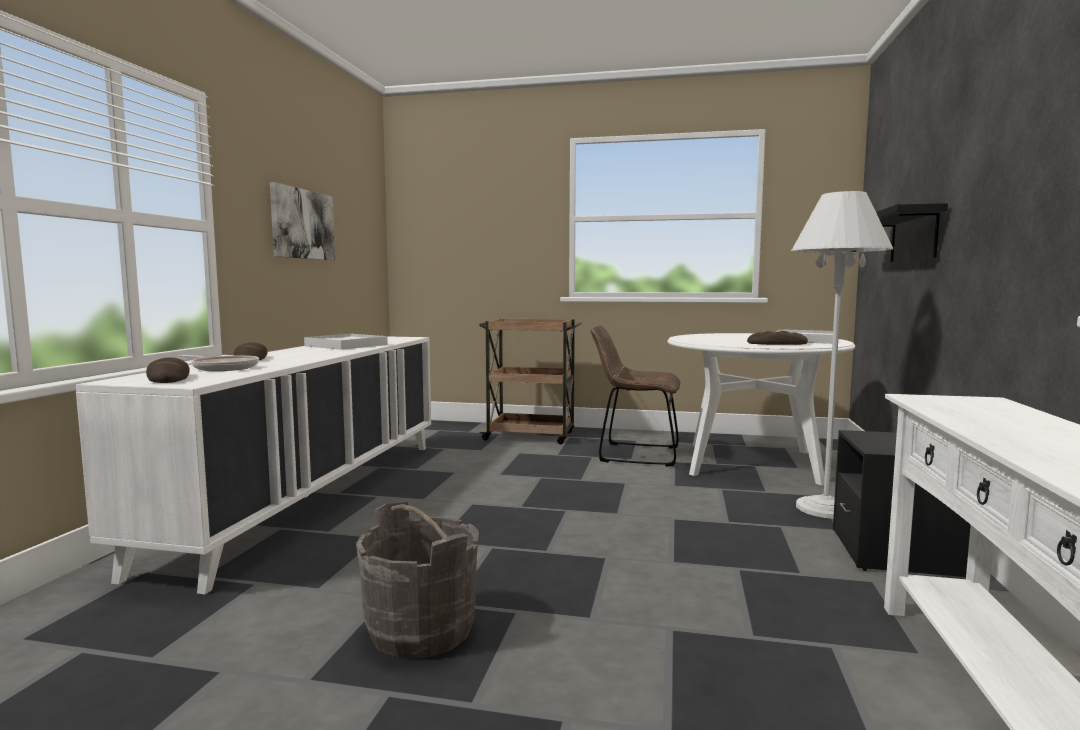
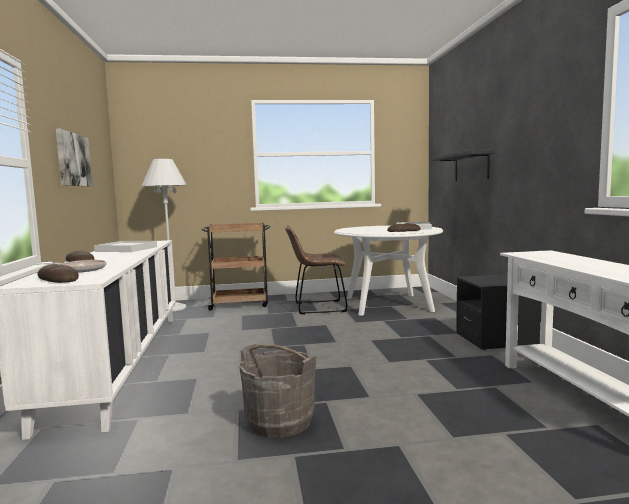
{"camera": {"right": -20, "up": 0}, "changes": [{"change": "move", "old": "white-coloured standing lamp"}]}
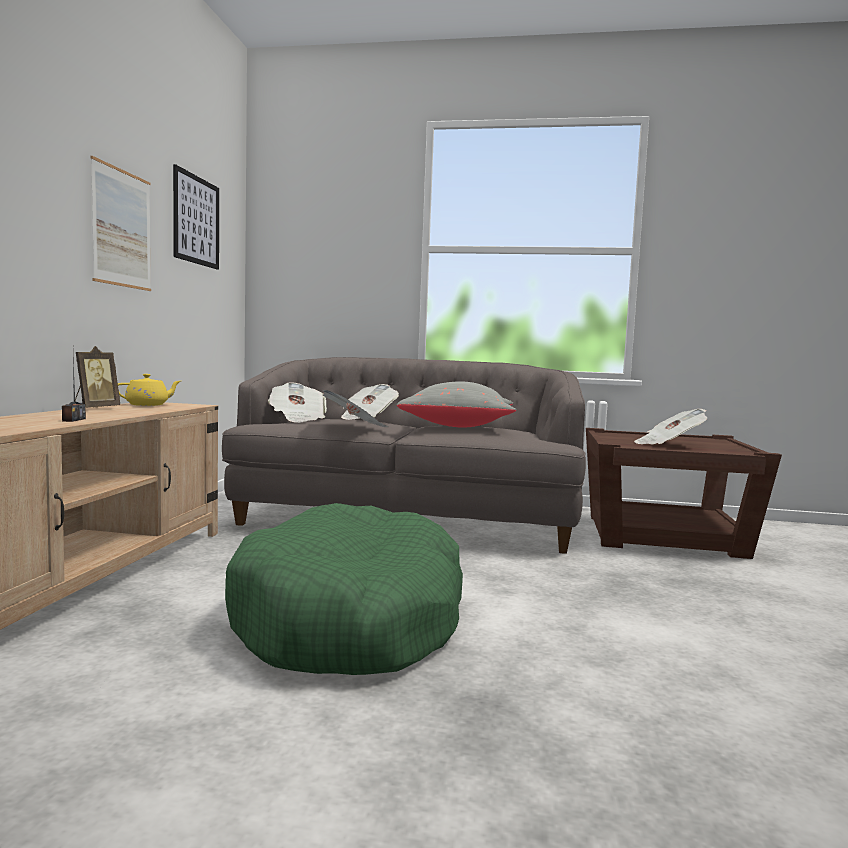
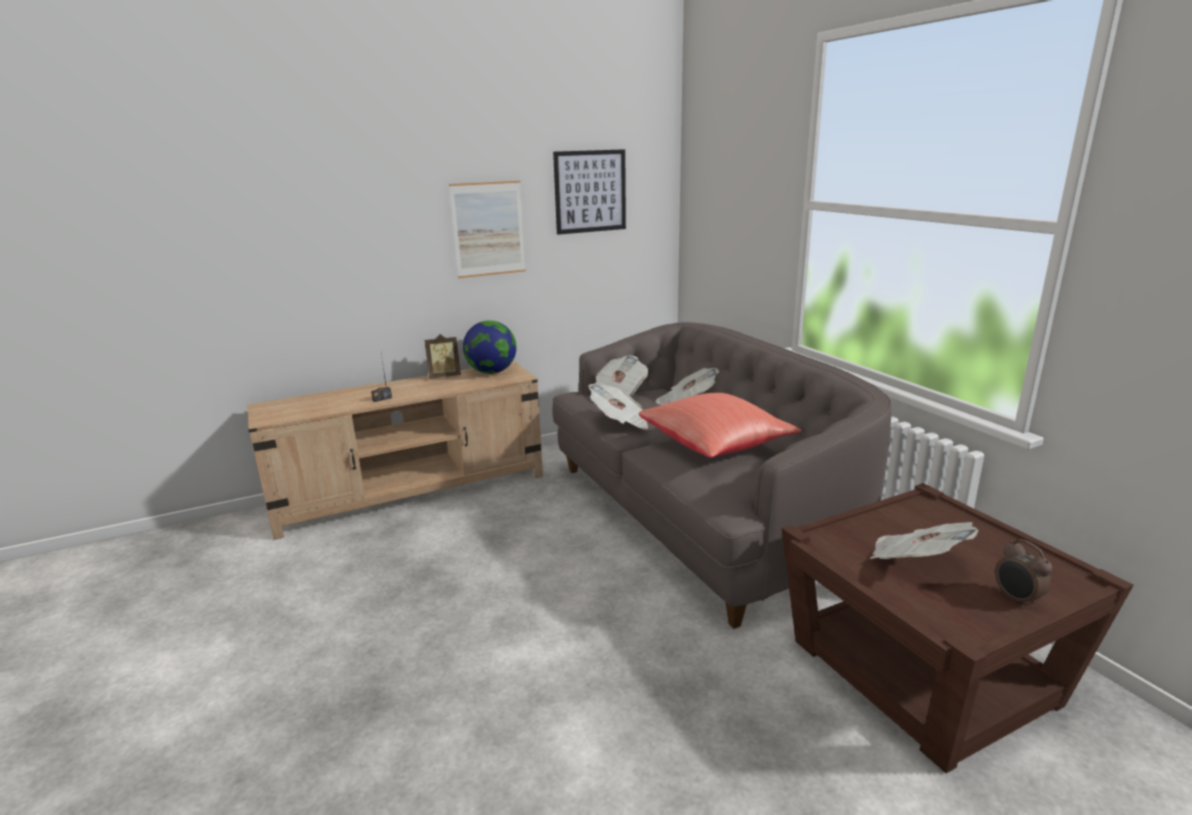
{"camera": {"right": 55, "up": 15}, "changes": [{"change": "delete", "old": "greenish dog cushion"}, {"change": "insert", "new": "bedside clock"}, {"change": "replace", "old": "yellow teapot", "new": "globe"}, {"change": "recolor", "old": "greyish throw pillow", "new": "reddish throw pillow"}]}
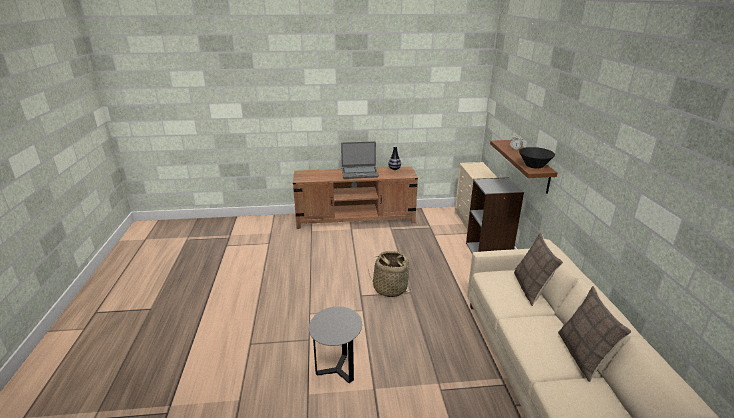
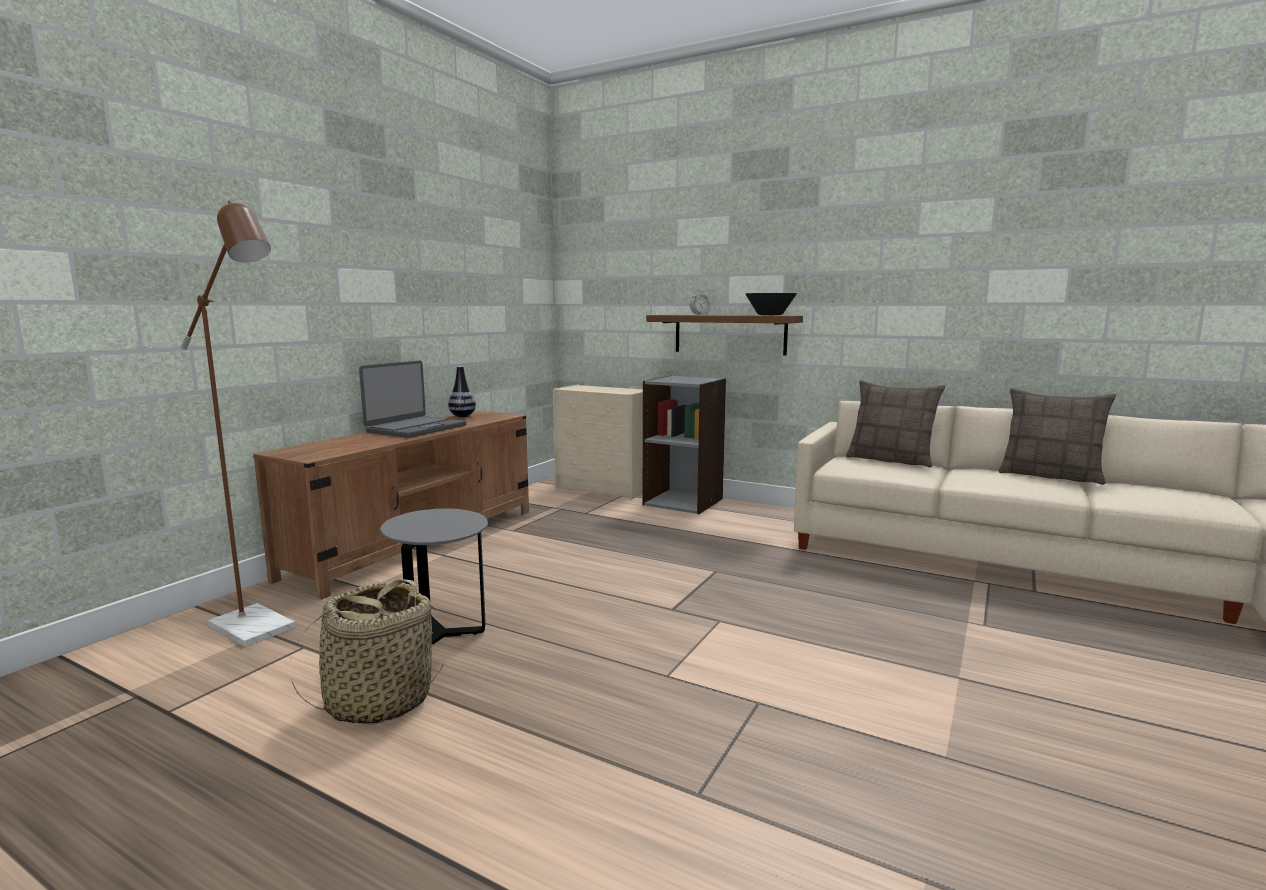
{"camera": {"right": -55, "up": -15}, "changes": [{"change": "insert", "new": "brown-coloured standing lamp"}, {"change": "move", "old": "greyish side table"}, {"change": "move", "old": "storage basket"}]}
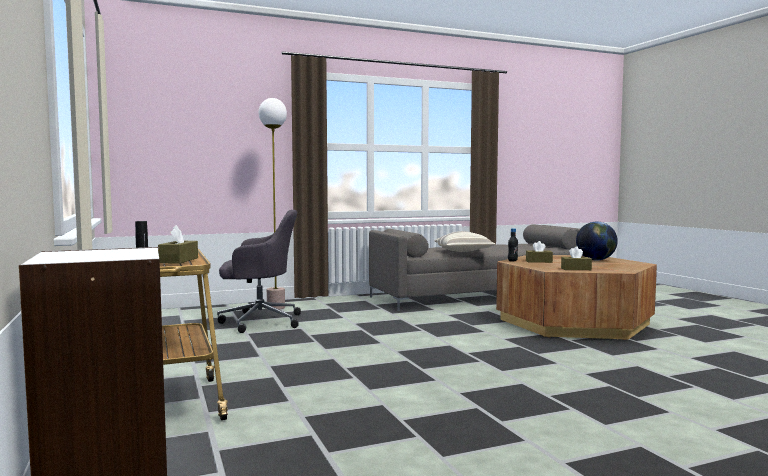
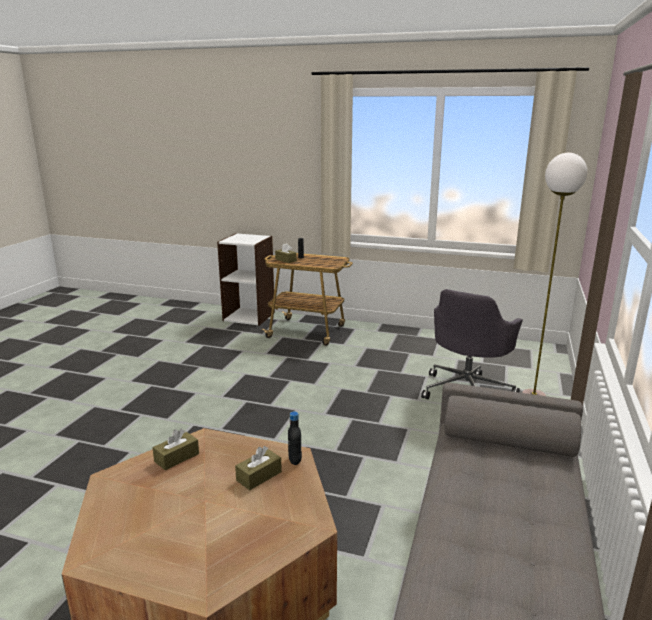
{"camera": {"right": 130, "up": 15}, "changes": [{"change": "delete", "old": "throw pillow"}, {"change": "delete", "old": "globe"}]}
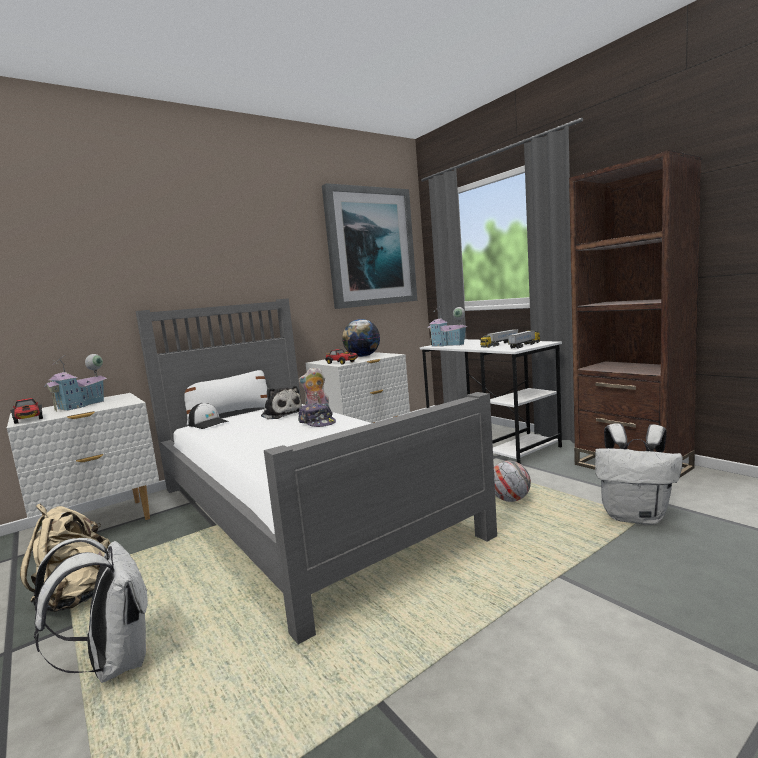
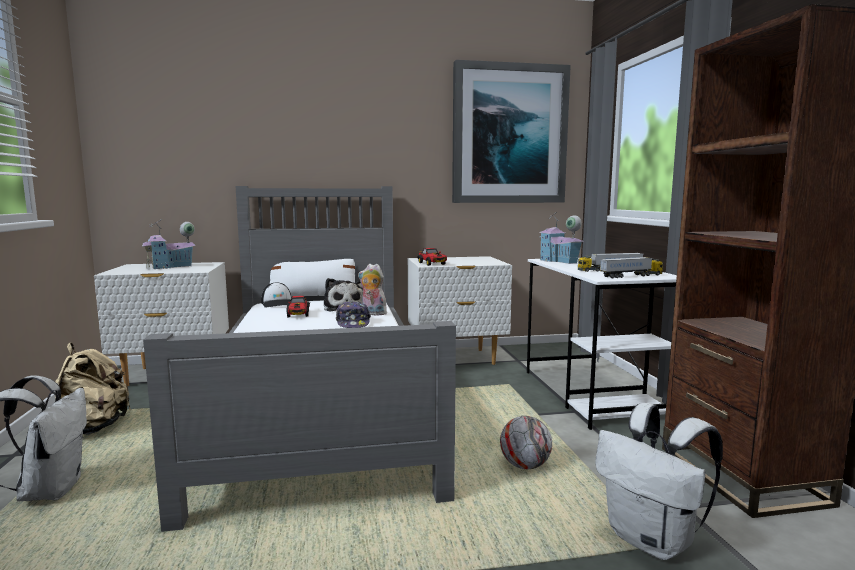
{"camera": {"right": 25, "up": 0}, "changes": [{"change": "delete", "old": "globe"}, {"change": "move", "old": "model car (1st from left)"}]}
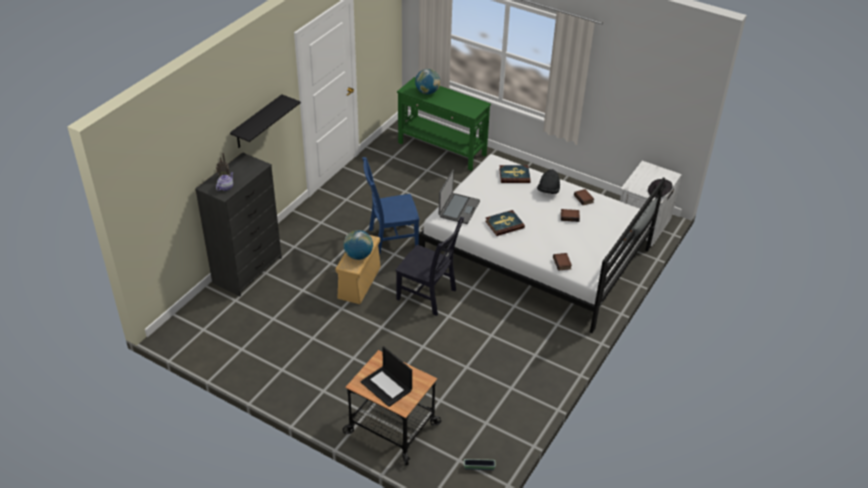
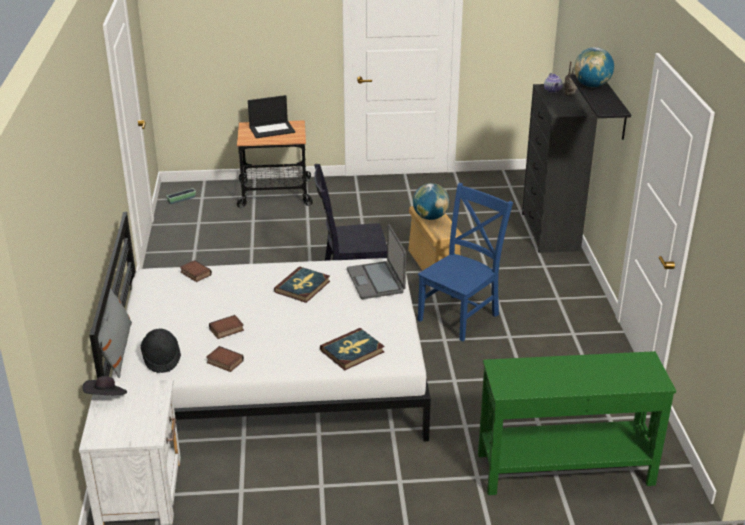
{"camera": {"right": 145, "up": -10}, "changes": [{"change": "move", "old": "globe (2nd from left)"}, {"change": "move", "old": "black-coloured clothing hat (1st from left in the first image)", "new": "black-coloured clothing hat (2nd from left)"}, {"change": "rotate", "old": "notebook computer (1st from left)", "degrees": 150}]}
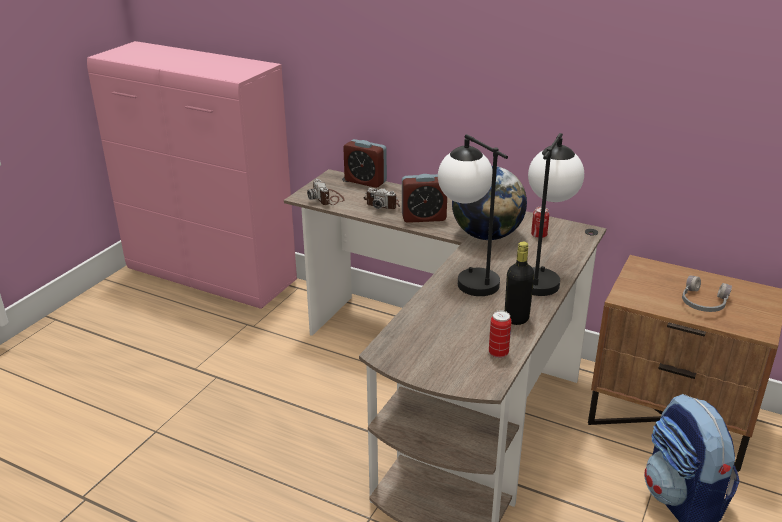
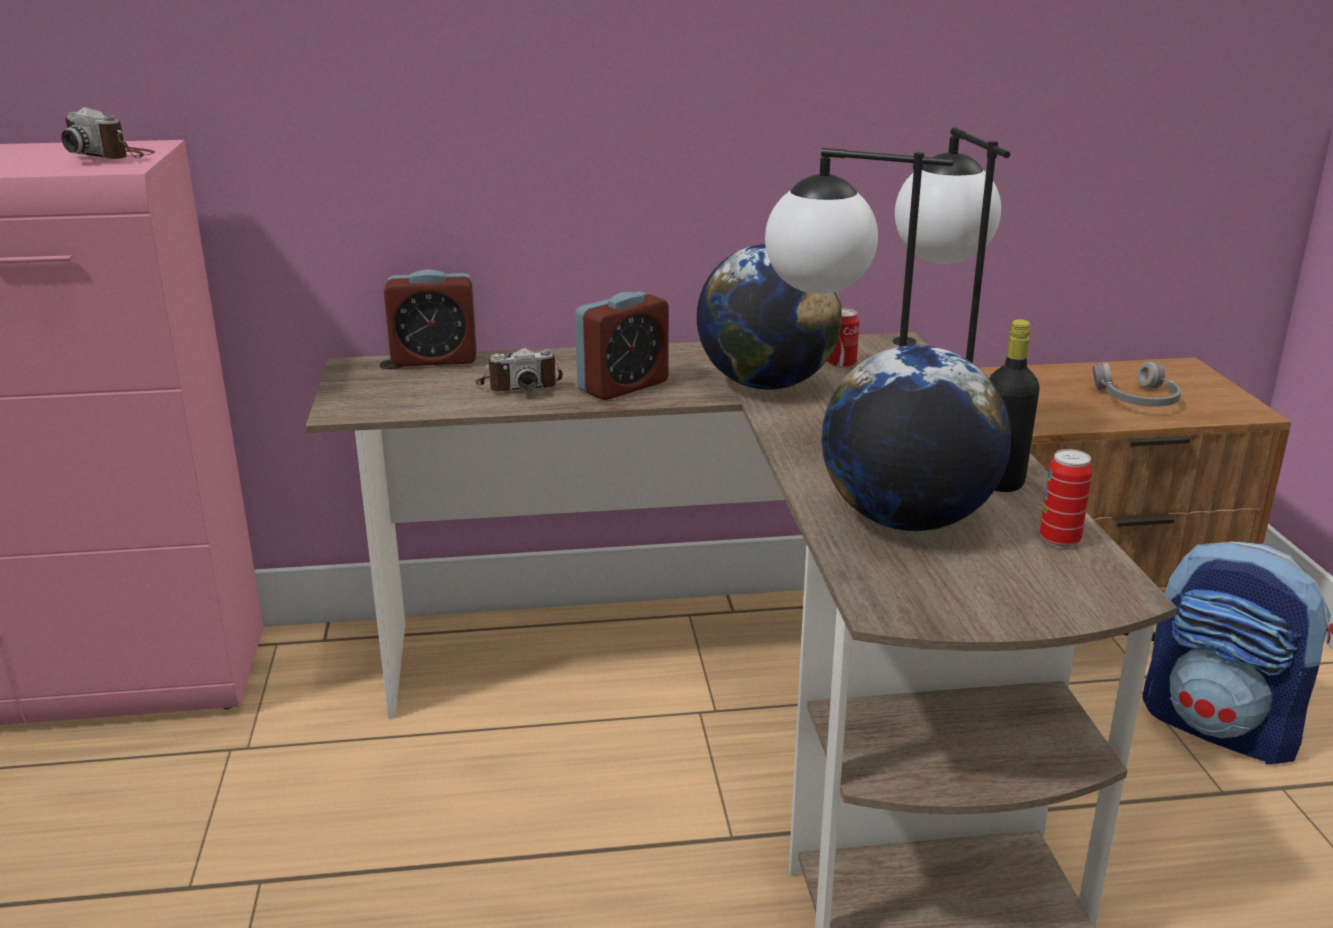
{"camera": {"right": -35, "up": -5}, "changes": [{"change": "insert", "new": "globe (2nd from left)"}, {"change": "move", "old": "photo camera (1st from left)"}]}
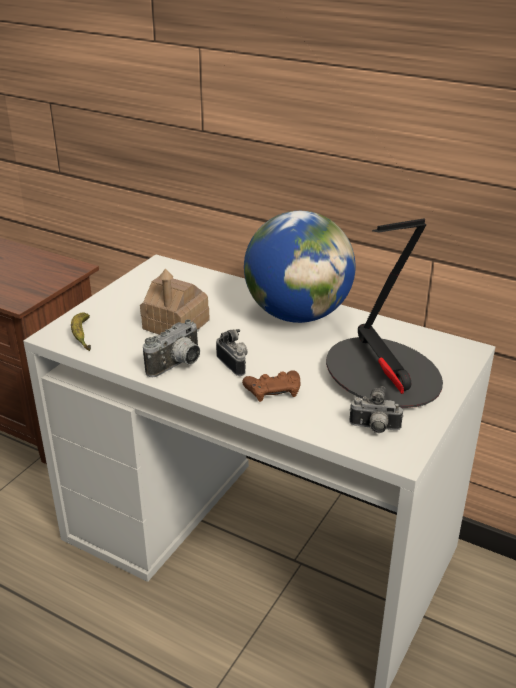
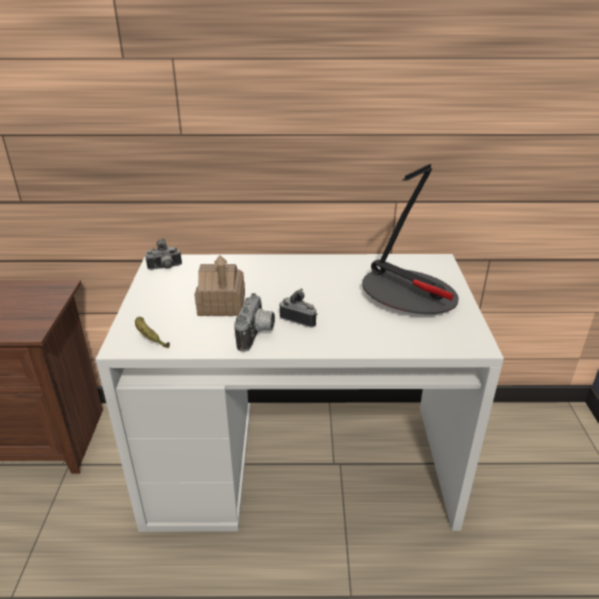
{"camera": {"right": -30, "up": 0}, "changes": [{"change": "delete", "old": "brown-coloured game controller"}, {"change": "delete", "old": "globe"}, {"change": "move", "old": "photo camera (3rd from left in the first image)", "new": "photo camera (1st from left)"}]}
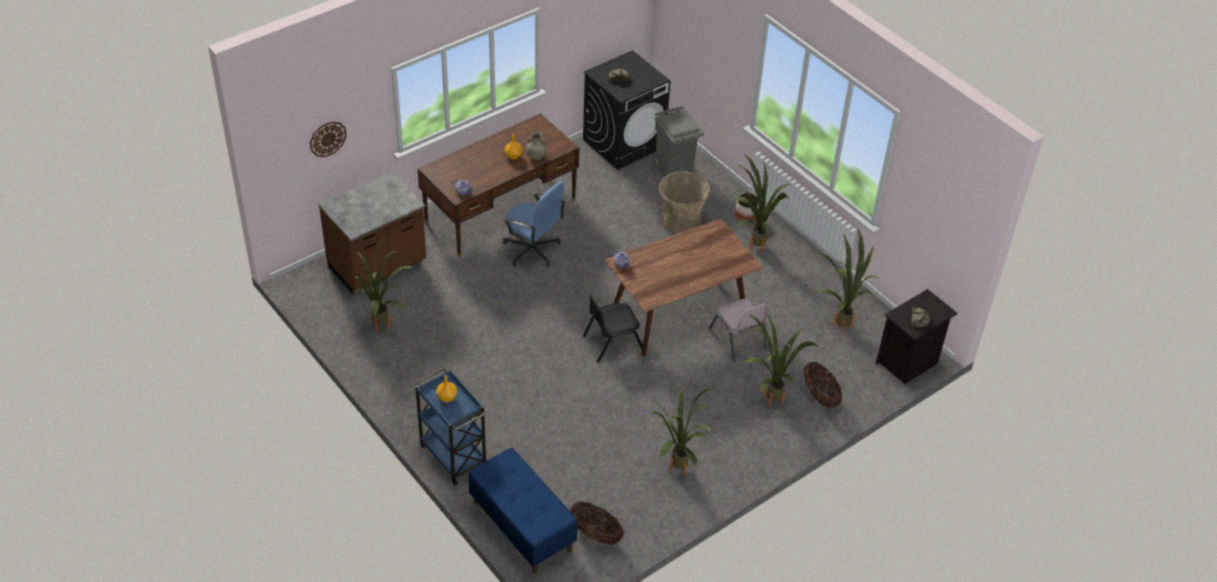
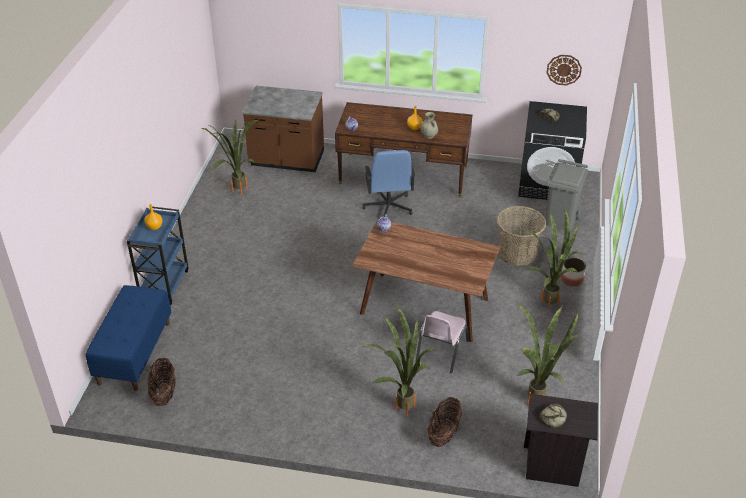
{"camera": {"right": 50, "up": -5}, "changes": [{"change": "delete", "old": "black-coloured chair"}, {"change": "delete", "old": "houseplant (2nd from left)"}, {"change": "move", "old": "clock on the wall"}]}
